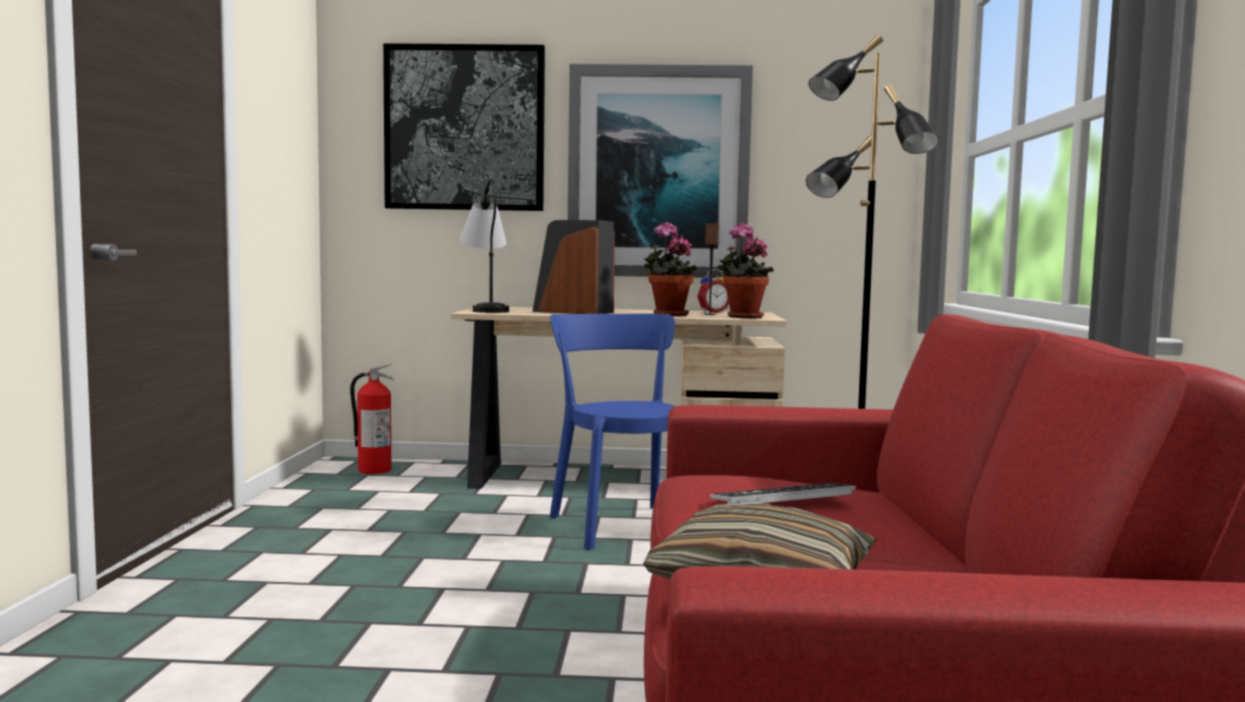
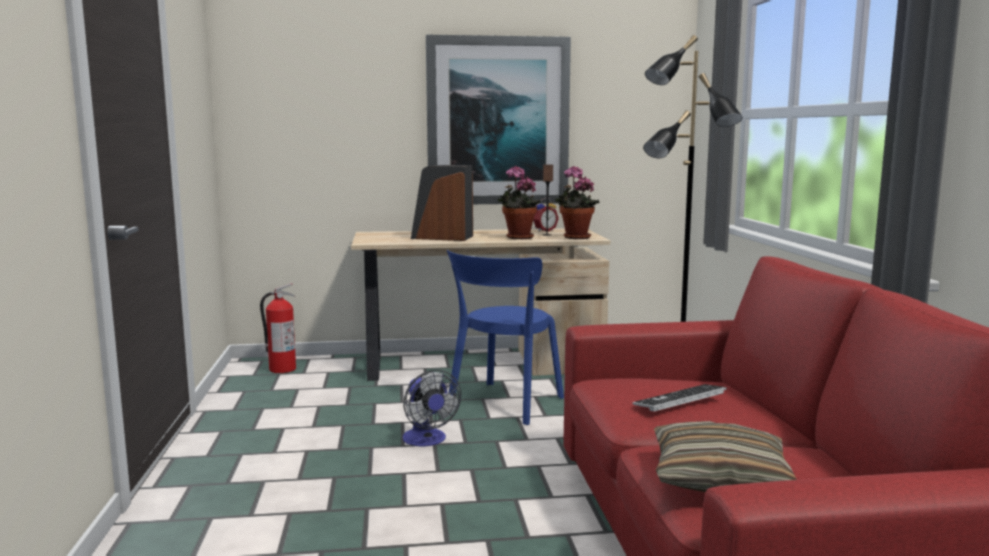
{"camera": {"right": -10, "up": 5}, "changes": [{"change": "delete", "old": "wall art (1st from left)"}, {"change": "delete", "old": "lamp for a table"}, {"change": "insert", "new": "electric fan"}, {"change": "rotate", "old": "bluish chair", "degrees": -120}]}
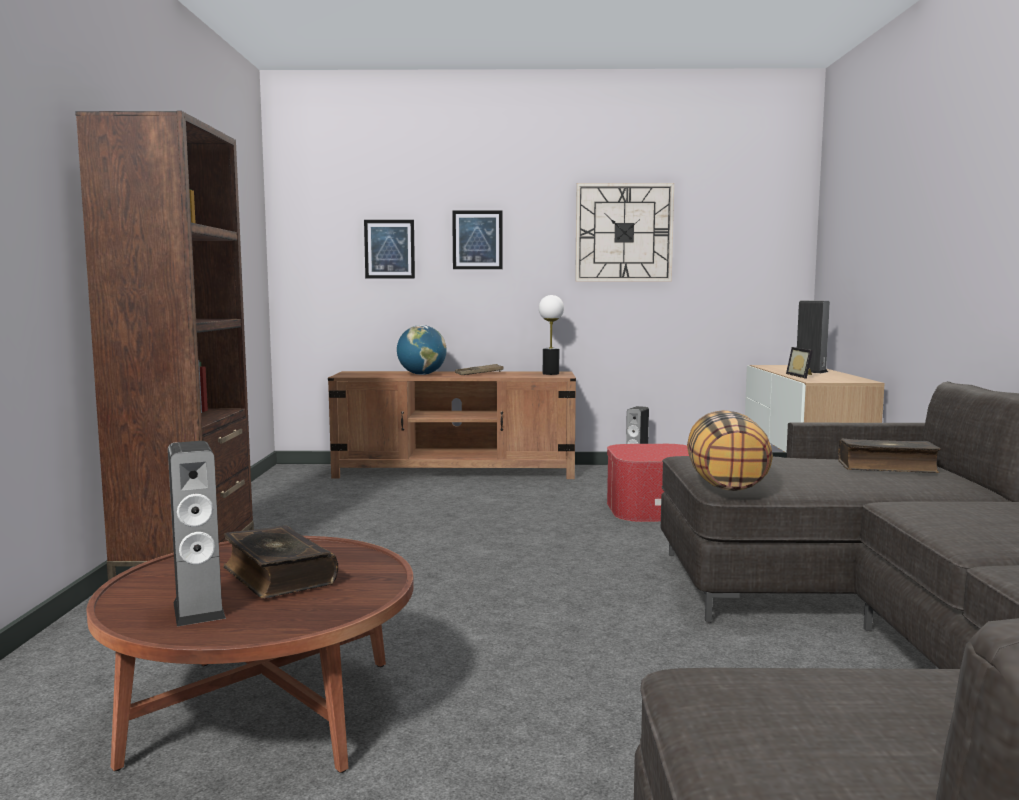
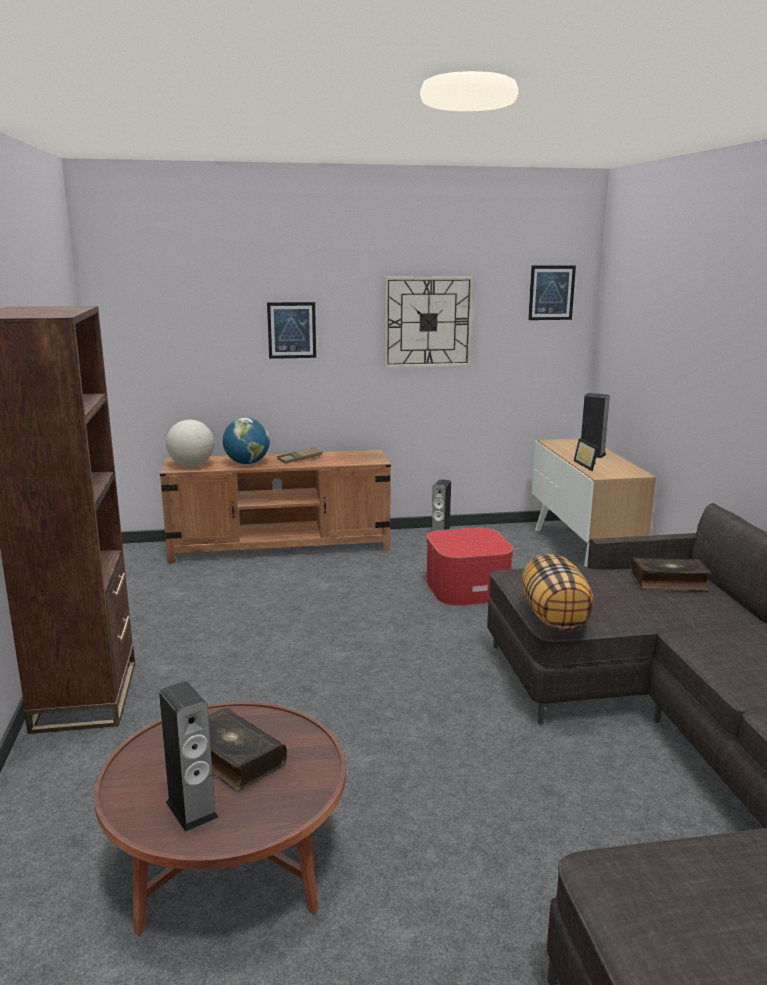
{"camera": {"right": -10, "up": 10}, "changes": [{"change": "delete", "old": "lamp for a table"}, {"change": "insert", "new": "globe (1st from left)"}, {"change": "move", "old": "wall art (1st from left in the first image)", "new": "wall art (2nd from left)"}]}
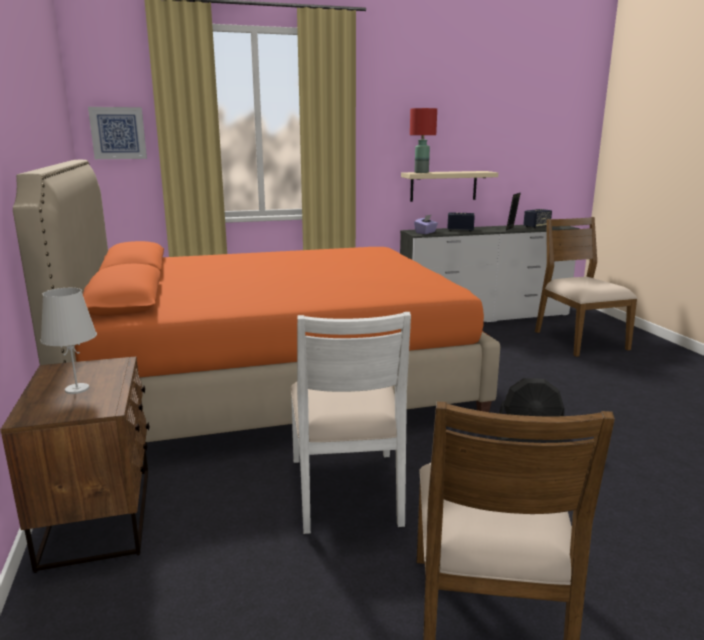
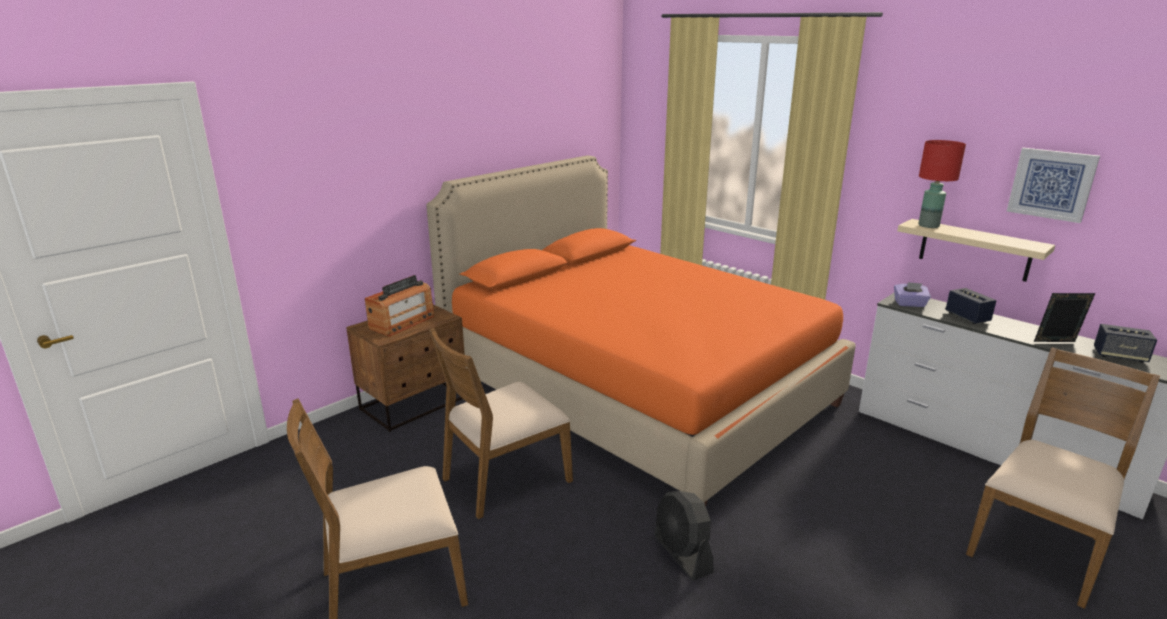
{"camera": {"right": 60, "up": 5}, "changes": [{"change": "move", "old": "wall art"}, {"change": "replace", "old": "white-coloured lamp for a table", "new": "radio receiver"}, {"change": "recolor", "old": "white-coloured chair", "new": "brown-coloured chair (2nd from left)"}]}
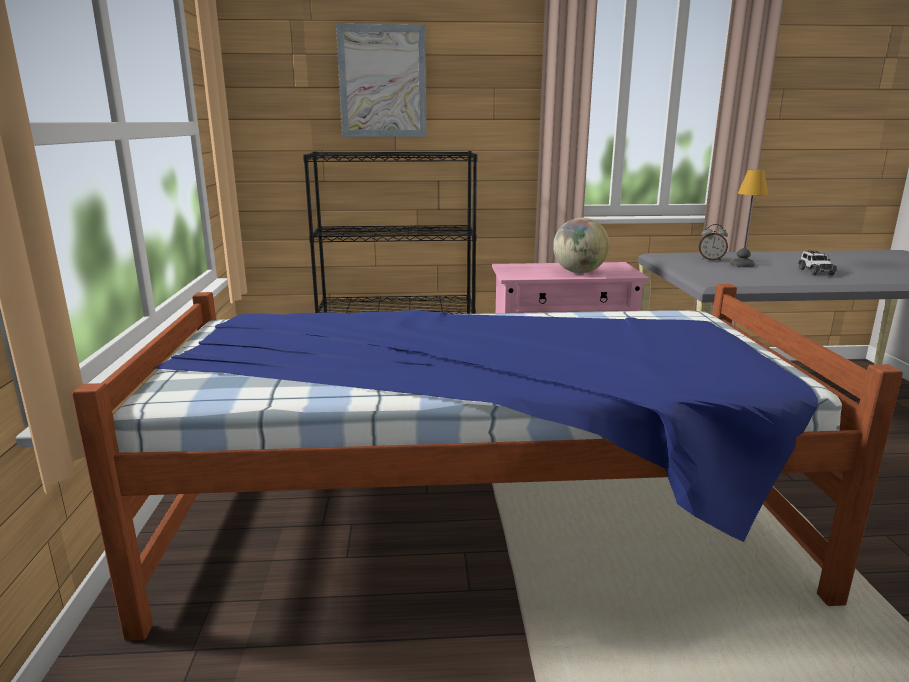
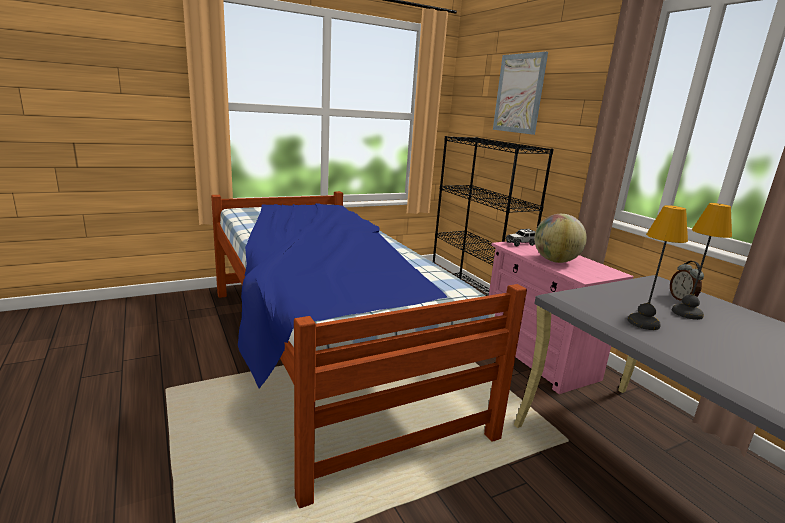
{"camera": {"right": 65, "up": 0}, "changes": [{"change": "insert", "new": "lamp for a table (1st from left)"}, {"change": "move", "old": "model car"}]}
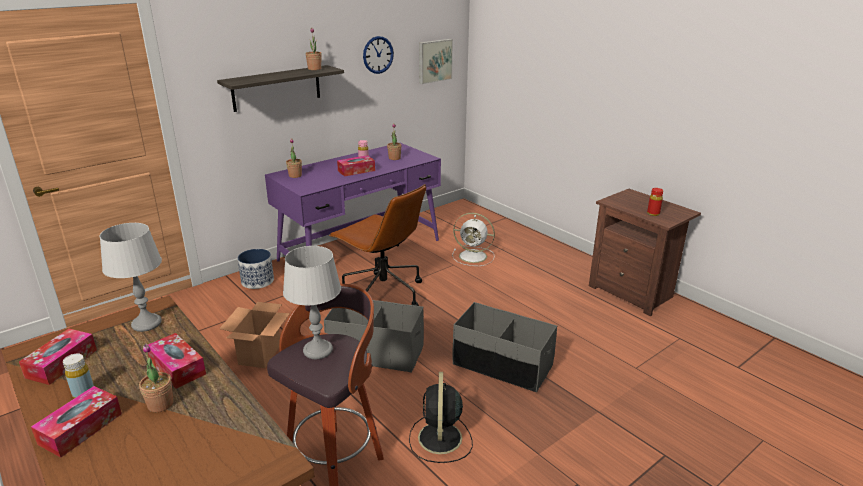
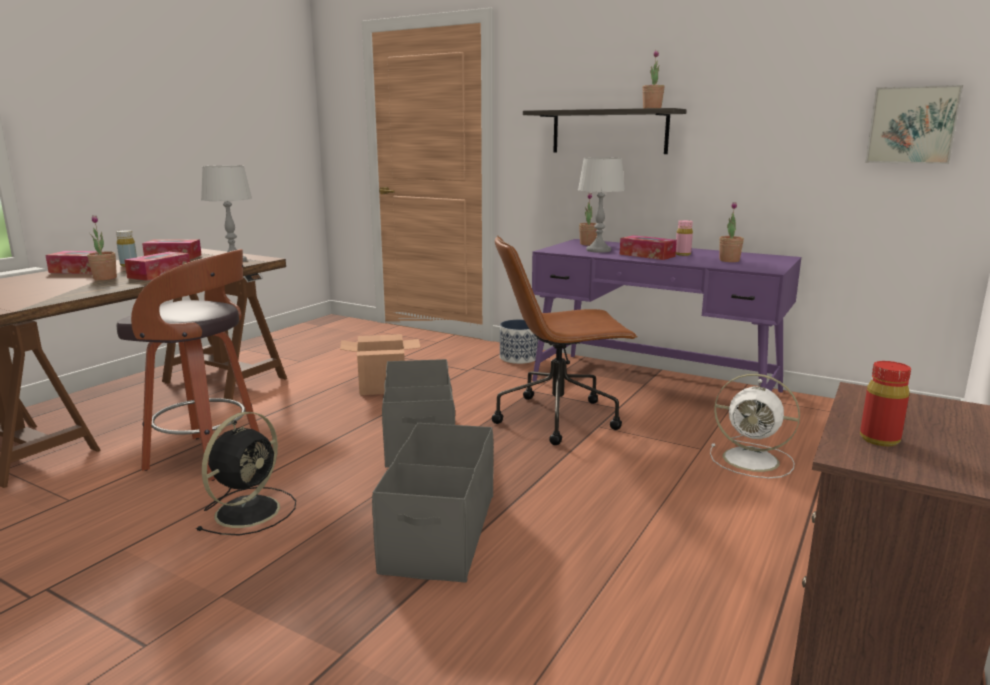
{"camera": {"right": 70, "up": -10}, "changes": [{"change": "delete", "old": "clock on the wall"}, {"change": "move", "old": "greyish lamp for a table (2nd from left)"}, {"change": "rotate", "old": "brown-coloured computer chair", "degrees": 60}, {"change": "rotate", "old": "black-coloured electric fan", "degrees": 135}, {"change": "rotate", "old": "white-coloured electric fan", "degrees": -60}]}
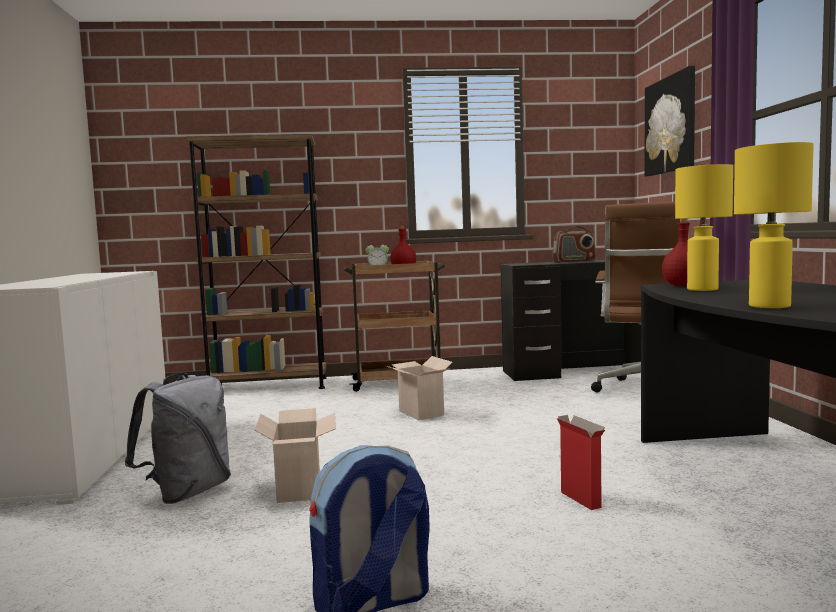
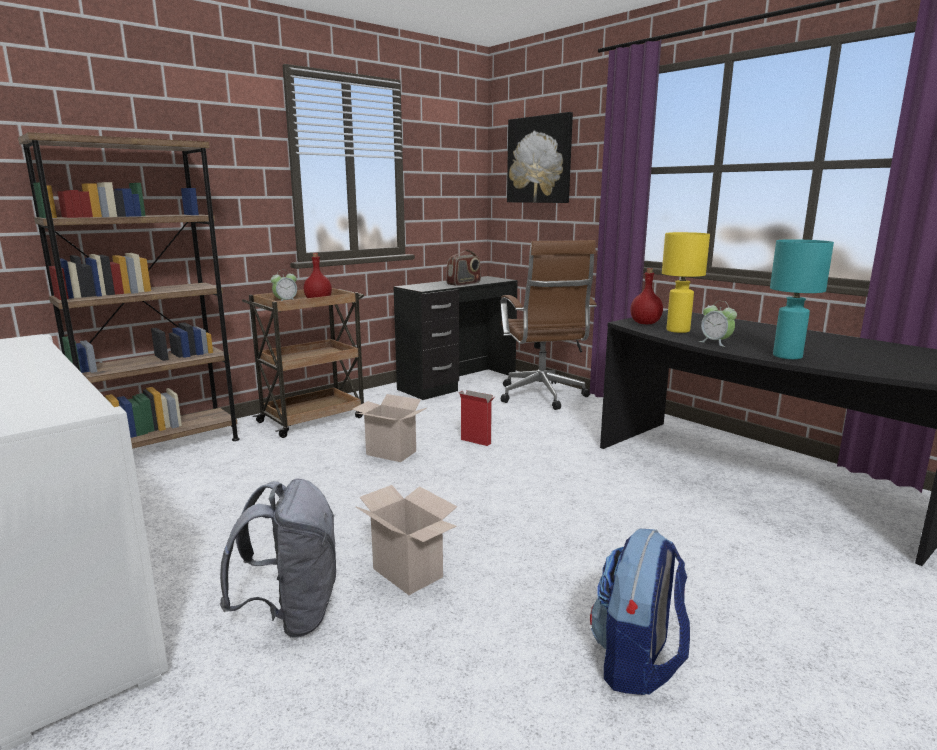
{"camera": {"right": -35, "up": 10}, "changes": [{"change": "insert", "new": "bedside clock (2nd from left)"}, {"change": "move", "old": "cardboard box (3rd from left)"}, {"change": "recolor", "old": "yellow lamp for a table (2nd from left)", "new": "blue-green lamp for a table"}]}
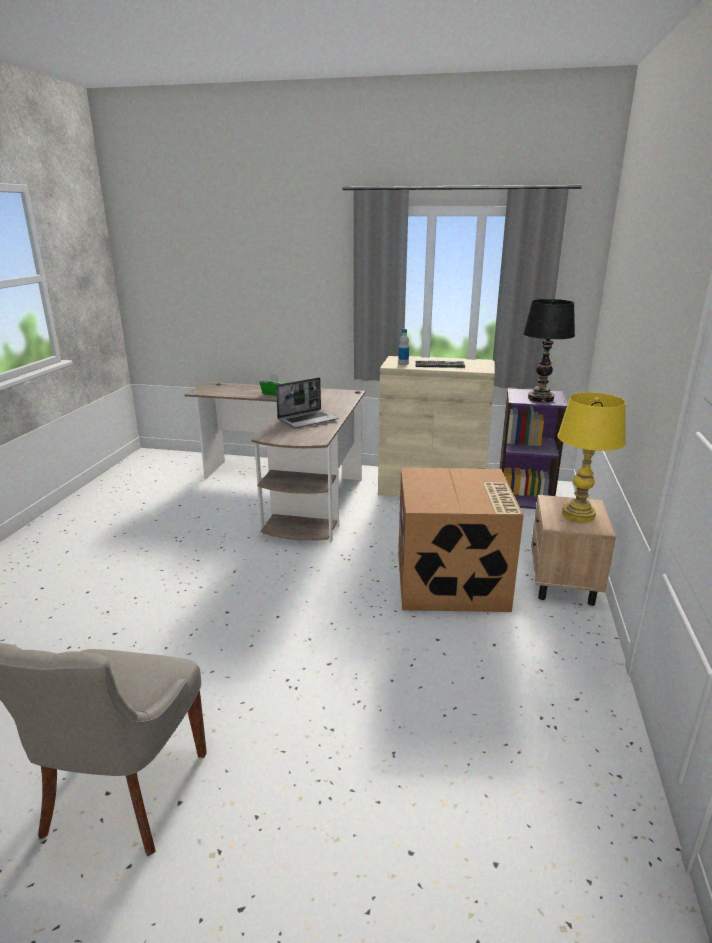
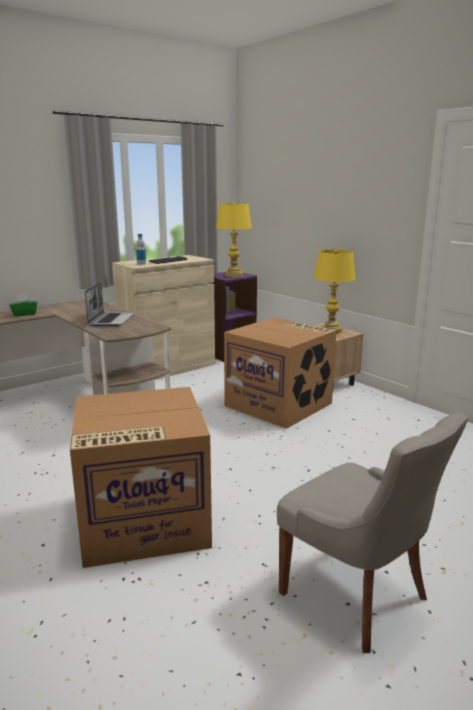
{"camera": {"right": -50, "up": -5}, "changes": [{"change": "insert", "new": "cardboard box (1st from left)"}, {"change": "recolor", "old": "black-coloured lamp for a table", "new": "yellow lamp for a table (1st from left)"}]}
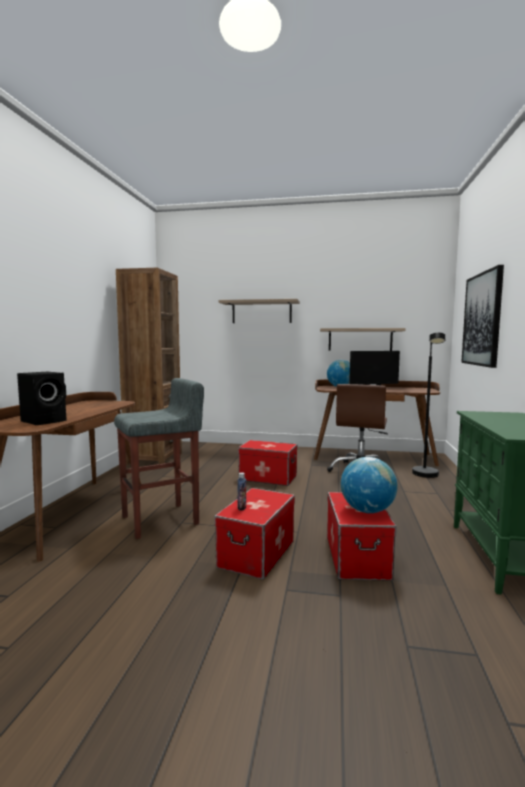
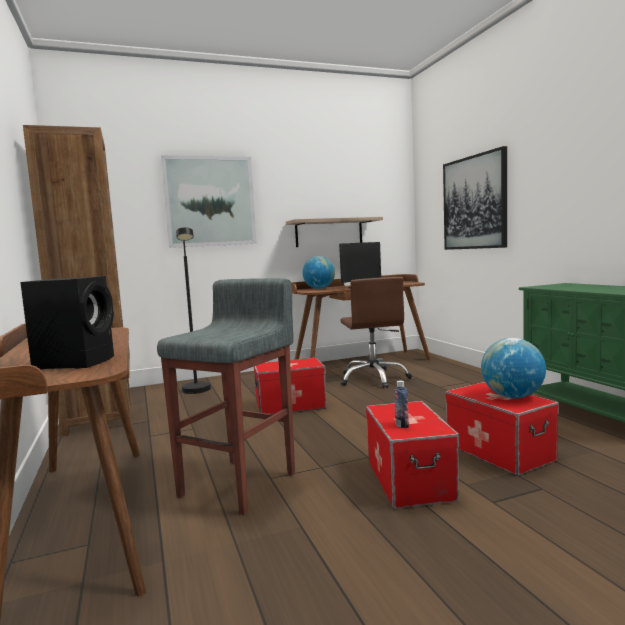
{"camera": {"right": -30, "up": 0}, "changes": [{"change": "move", "old": "black-coloured standing lamp"}, {"change": "replace", "old": "shelf (1st from left)", "new": "wall art (1st from left)"}]}
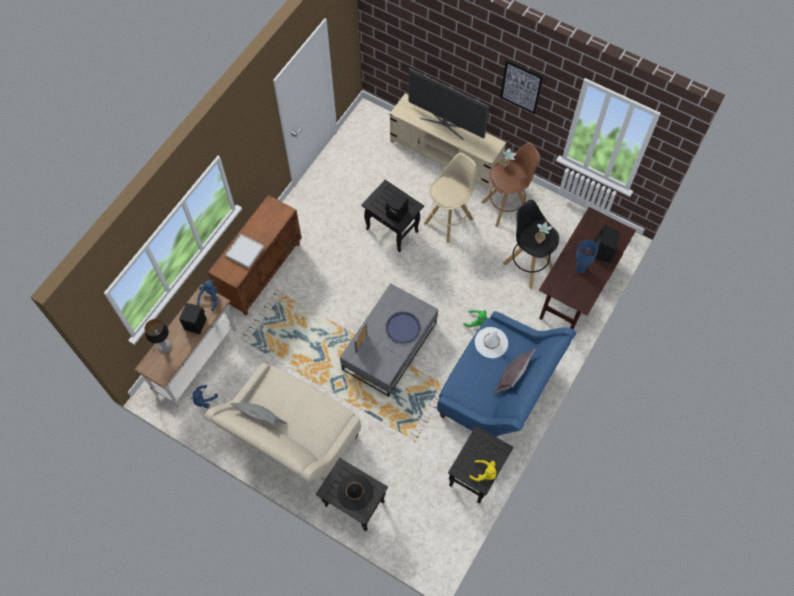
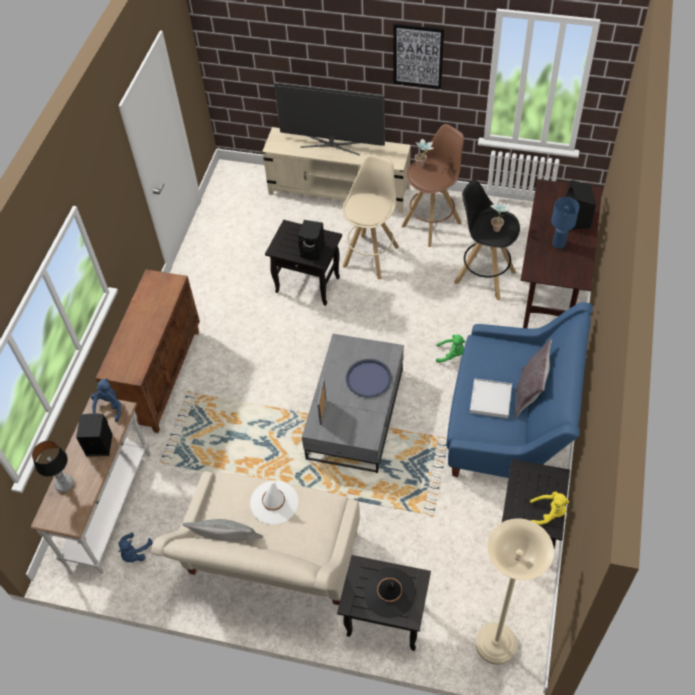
{"camera": {"right": -15, "up": -10}, "changes": [{"change": "insert", "new": "beige standing lamp"}, {"change": "move", "old": "white-coloured carrying tray"}, {"change": "move", "old": "white-coloured clothing hat"}]}
